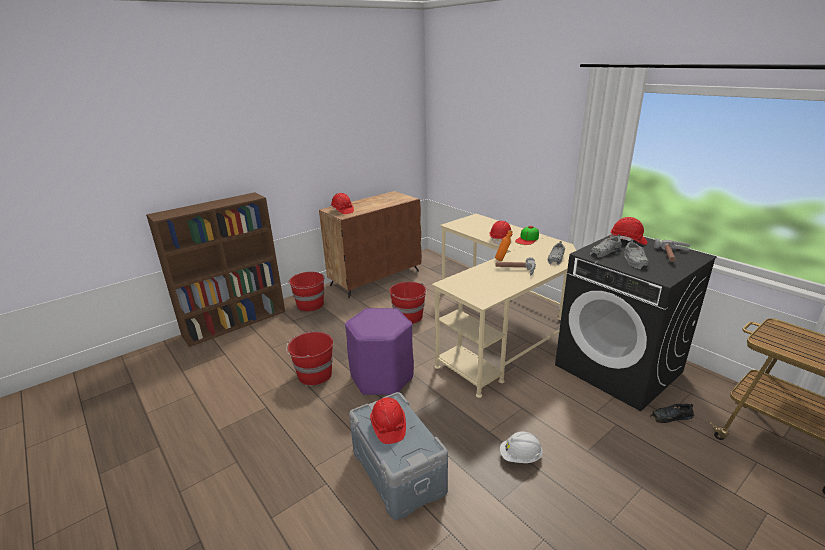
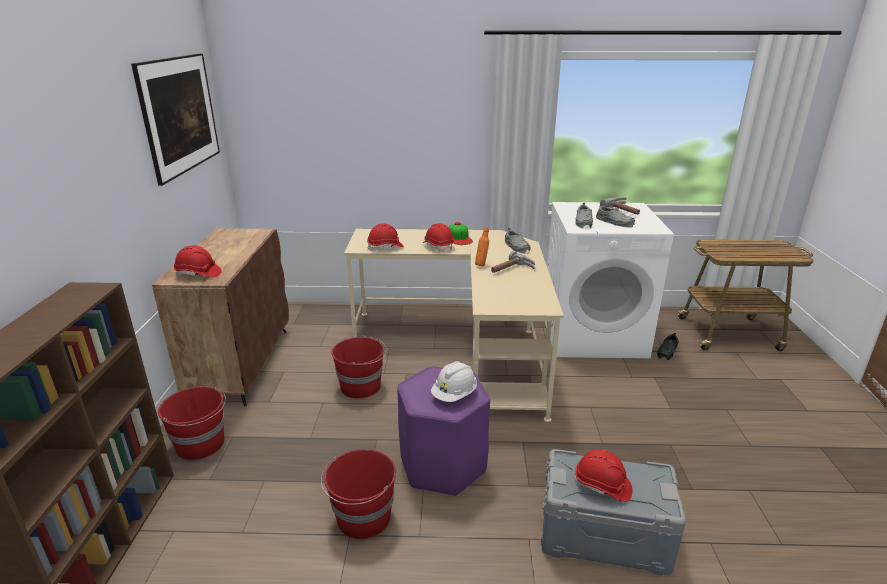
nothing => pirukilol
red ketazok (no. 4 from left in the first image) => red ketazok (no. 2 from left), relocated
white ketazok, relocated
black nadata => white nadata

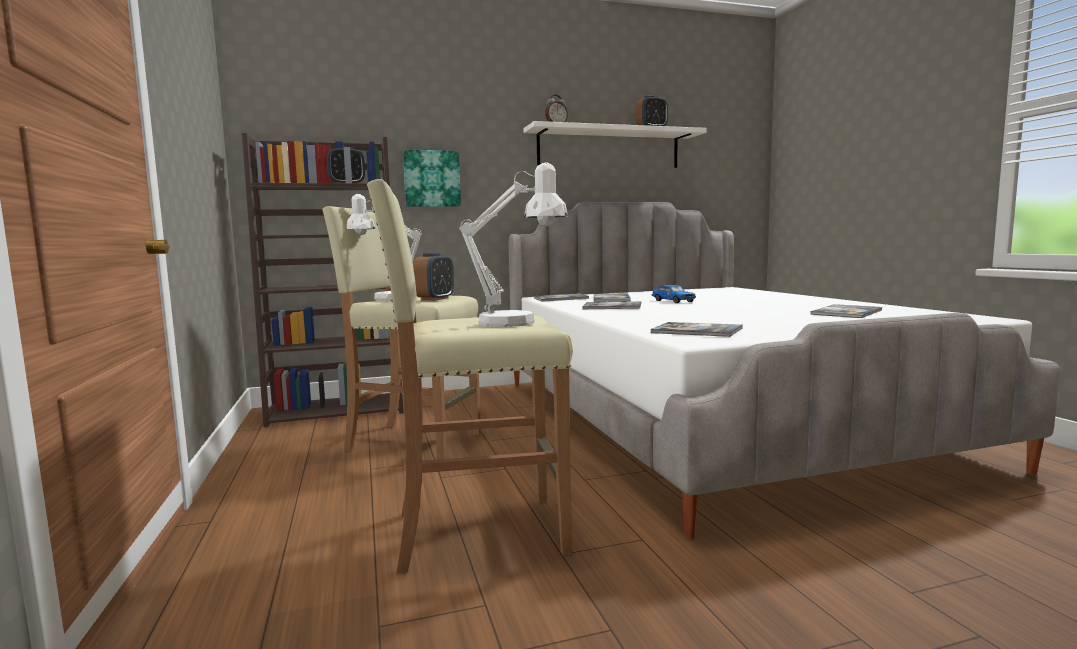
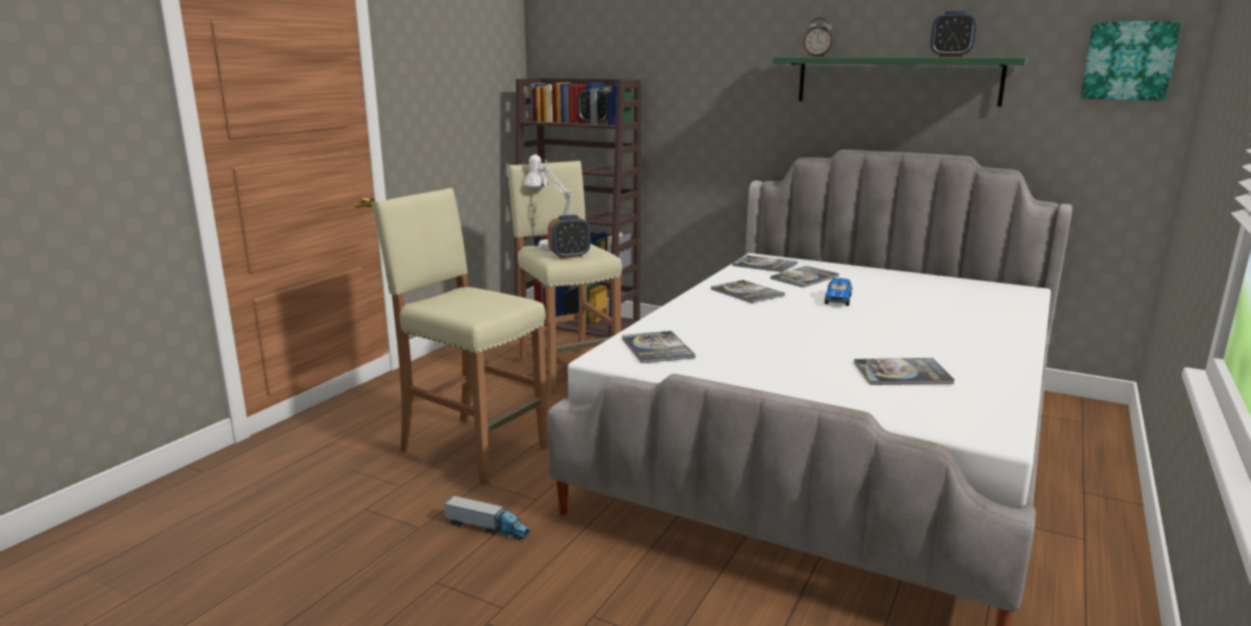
nothing => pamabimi
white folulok => green folulok
pirukilol, relocated
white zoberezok (no. 2 from left) => nothing

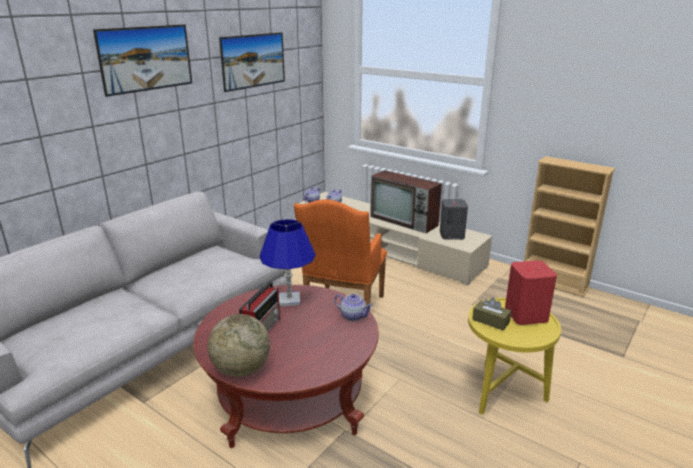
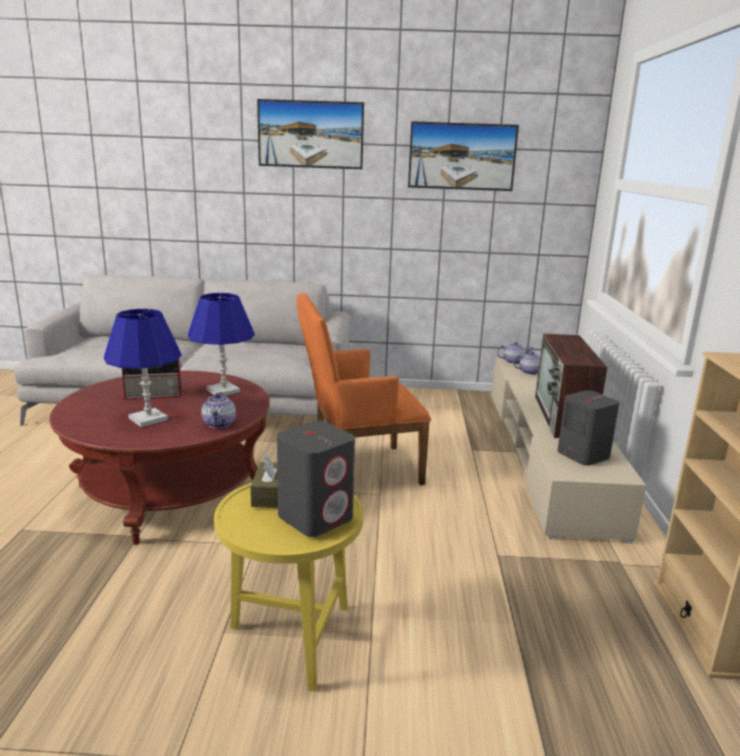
nothing => blue zoberezok (no. 1 from left)
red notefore => grey notefore (no. 1 from left)
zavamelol => nothing

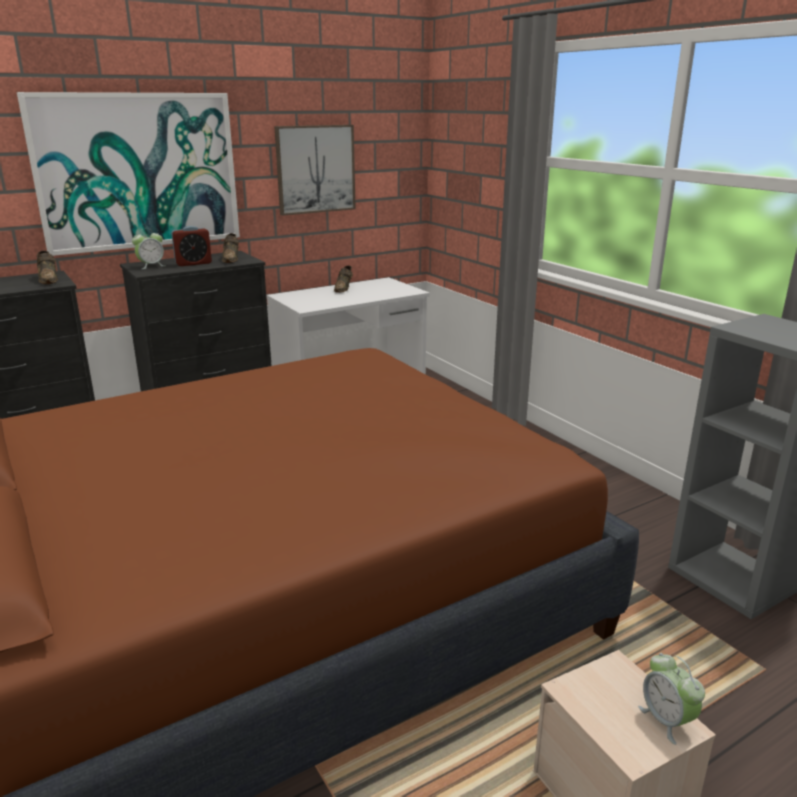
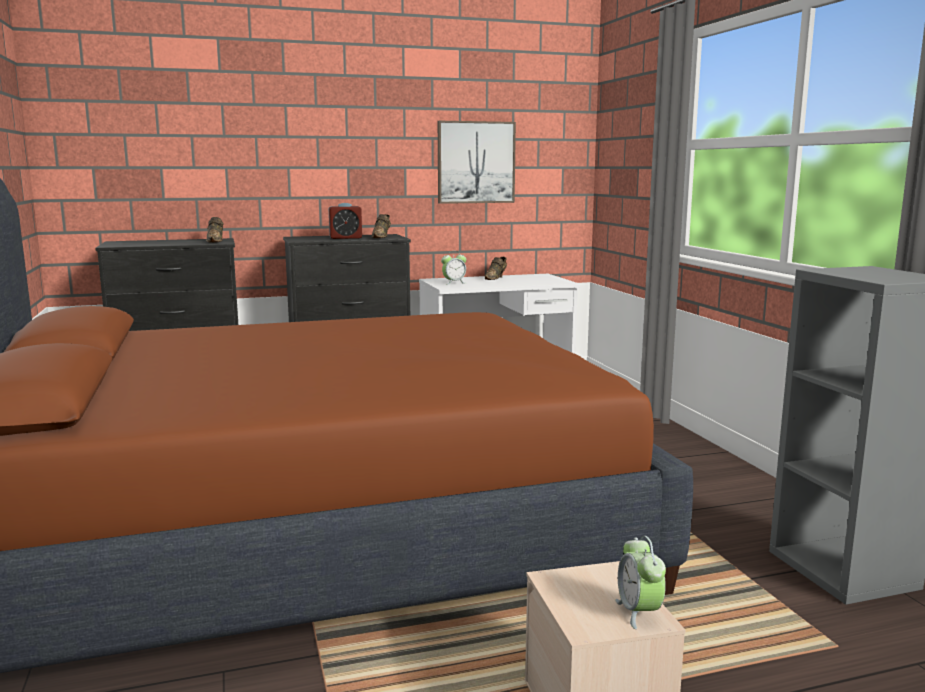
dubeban (no. 1 from left in the first image) => dubeban (no. 2 from left), relocated
pirukilol (no. 1 from left) => nothing

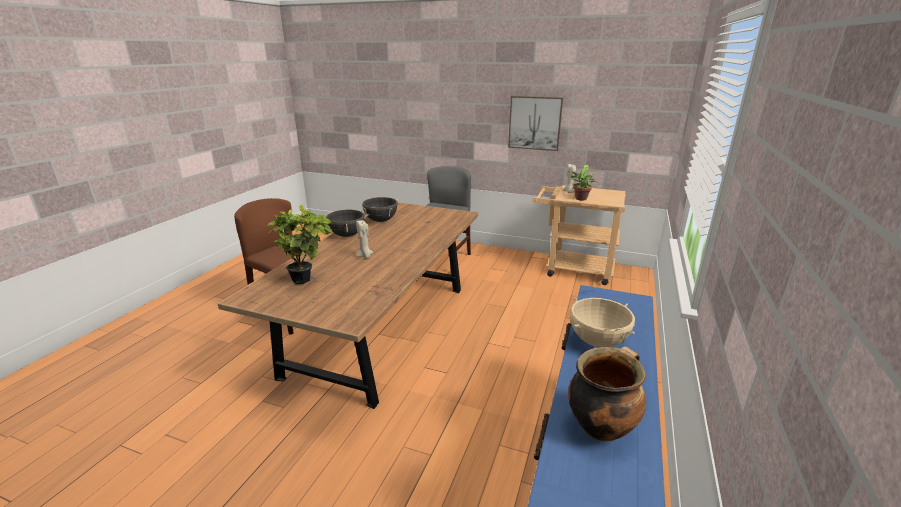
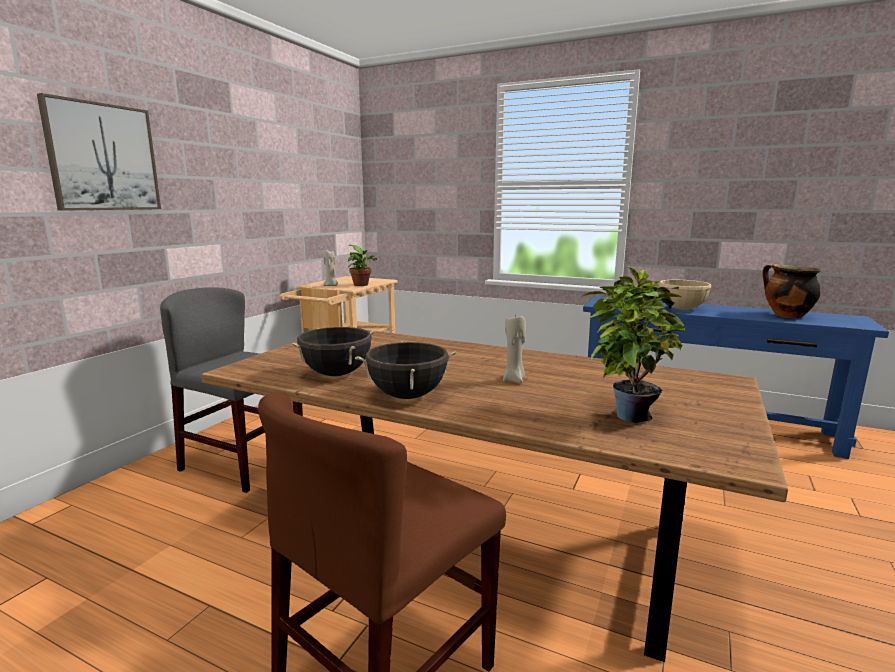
pirukilol, relocated

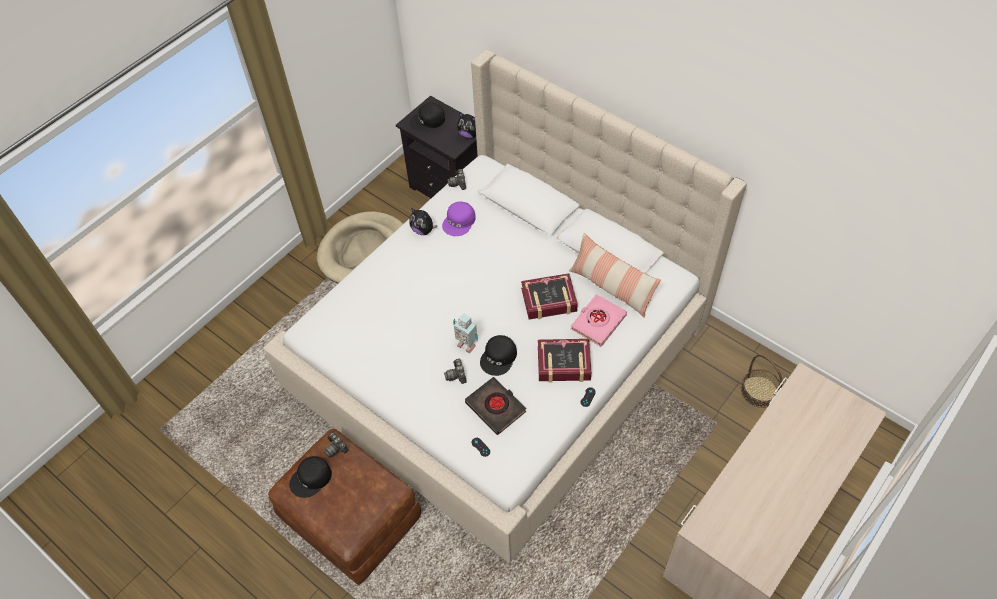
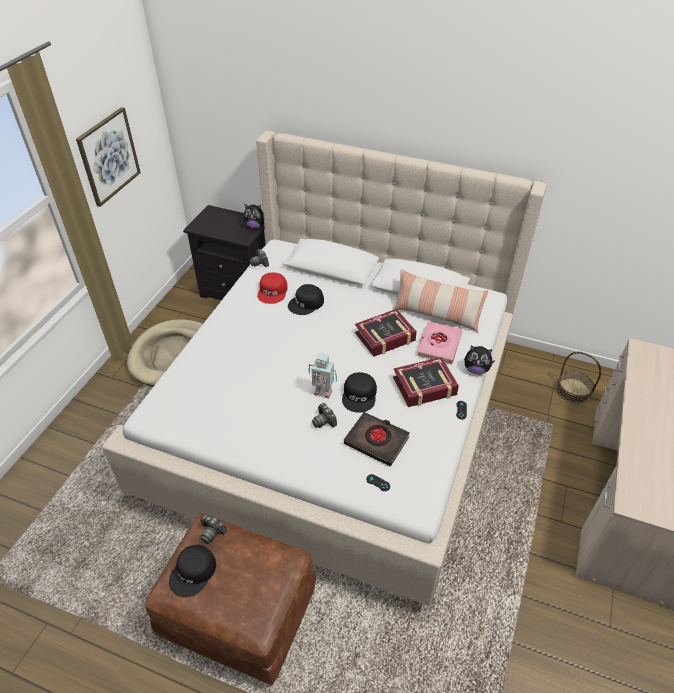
nothing => pirukilol
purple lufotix => red lufotix
black lufotix (no. 2 from left), relocated
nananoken (no. 1 from left in the first image) => nananoken (no. 2 from left), relocated

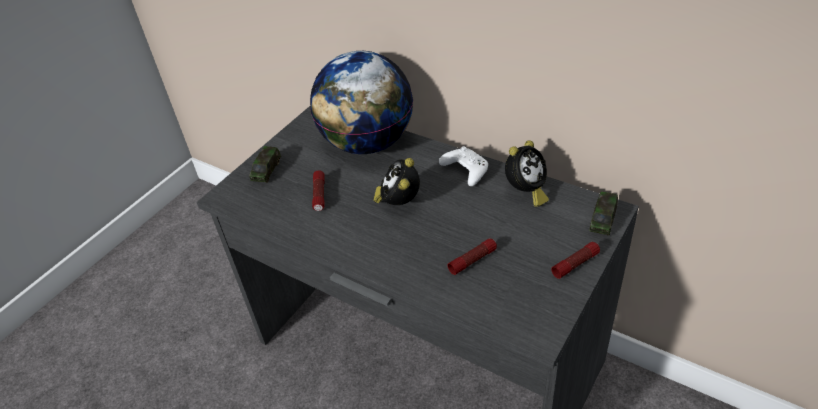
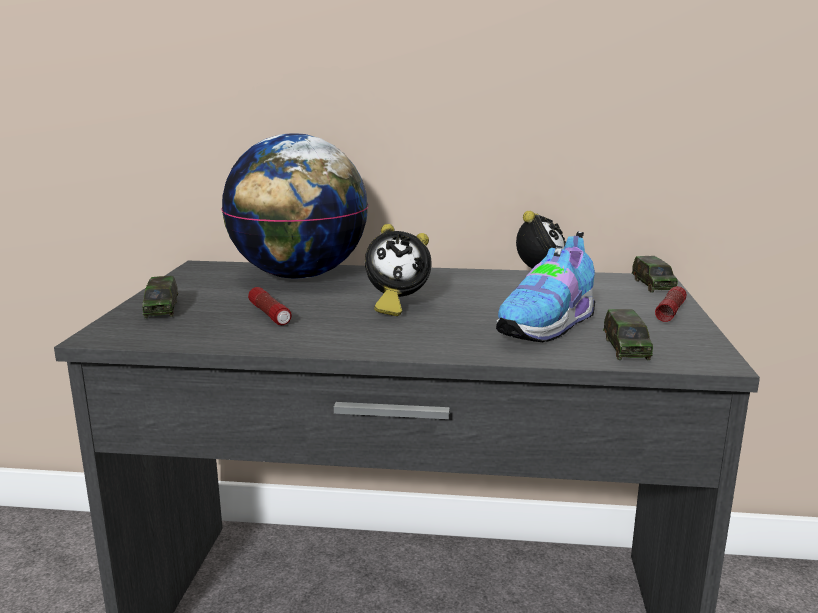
dubeban (no. 1 from left), 75 degrees counterclockwise
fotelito (no. 2 from left) => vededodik
nothing => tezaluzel (no. 2 from left)
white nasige => nothing

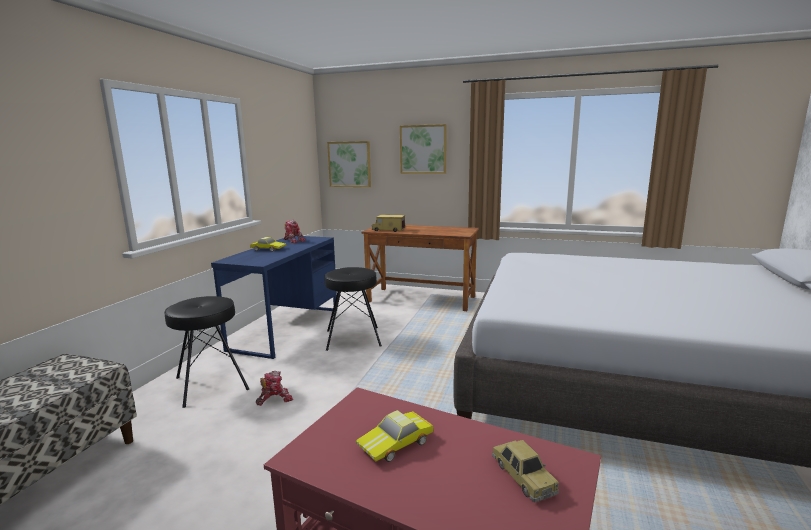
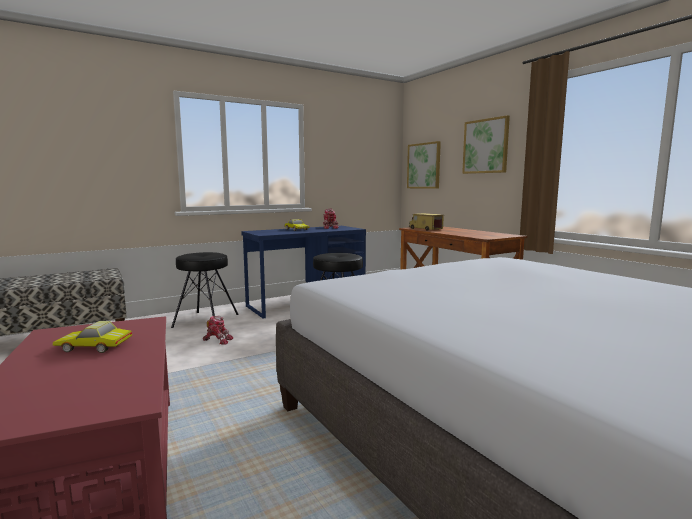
tezaluzel (no. 3 from left) => nothing

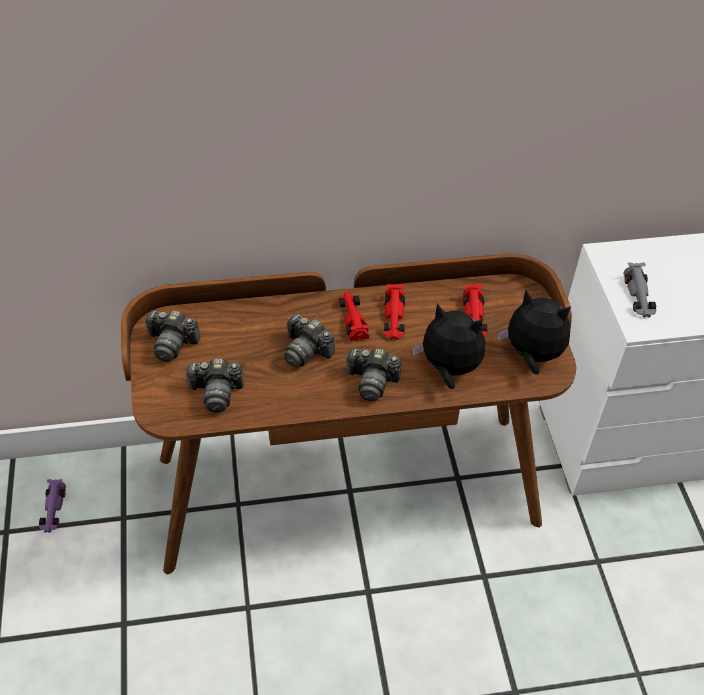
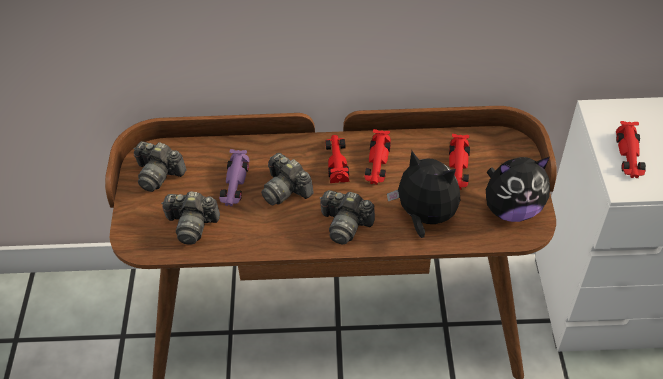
purple tezaluzel, relocated
nananoken (no. 2 from left), 135 degrees clockwise
grey tezaluzel => red tezaluzel (no. 4 from left)

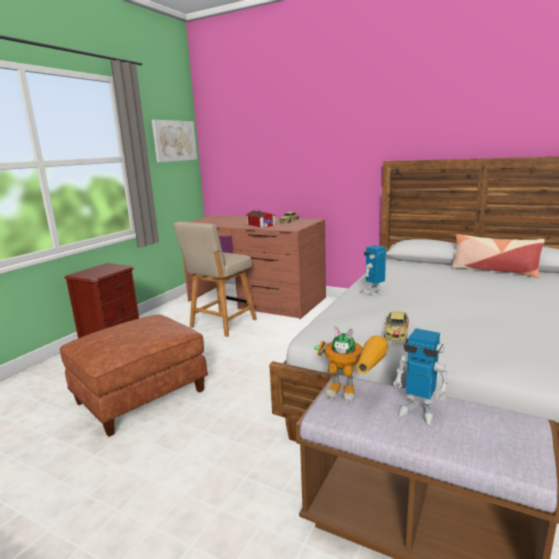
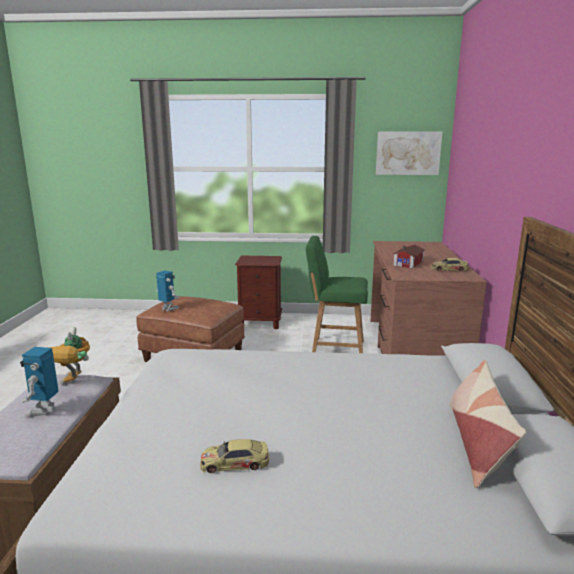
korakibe (no. 2 from left in the first image) => korakibe (no. 3 from left), relocated
tezaluzel (no. 2 from left in the first image) => tezaluzel (no. 1 from left), relocated
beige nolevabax => green nolevabax

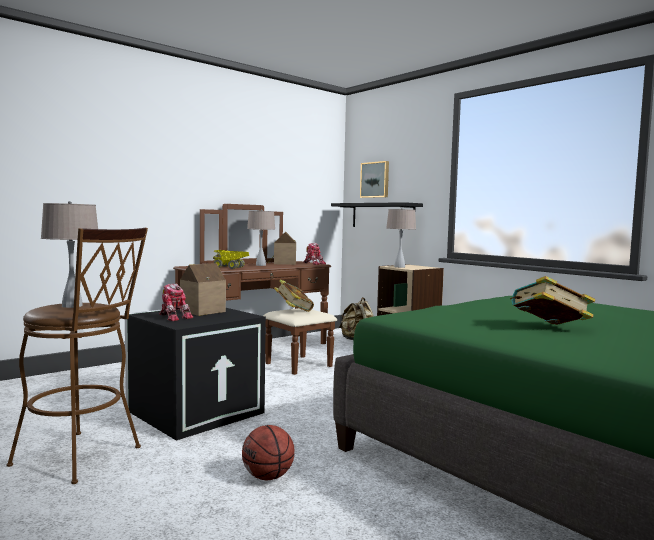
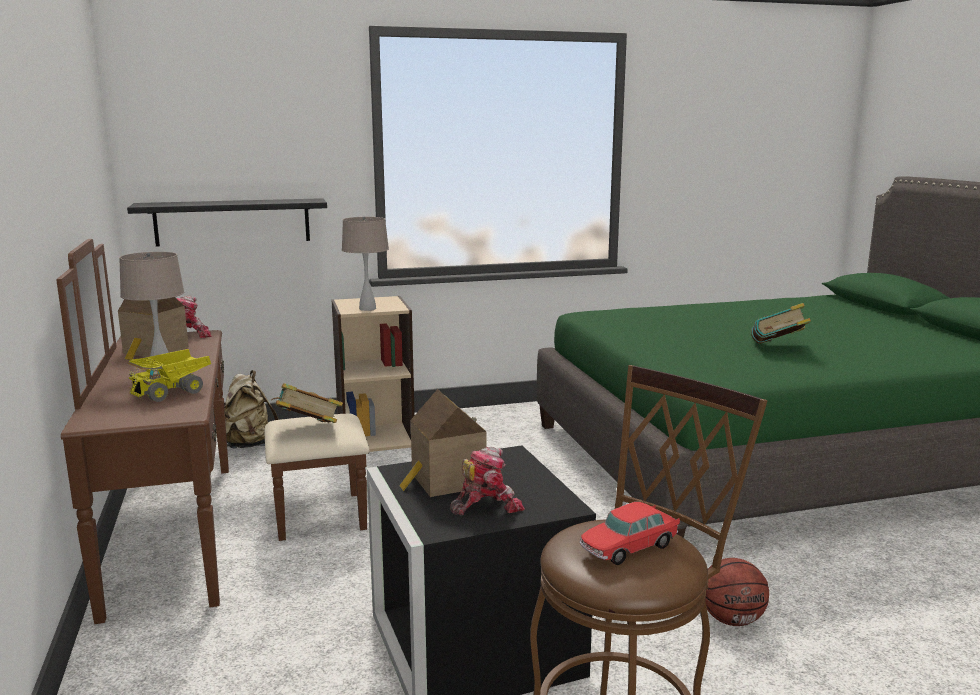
beige zoberezok (no. 1 from left) => tezaluzel
pirukilol => nothing

